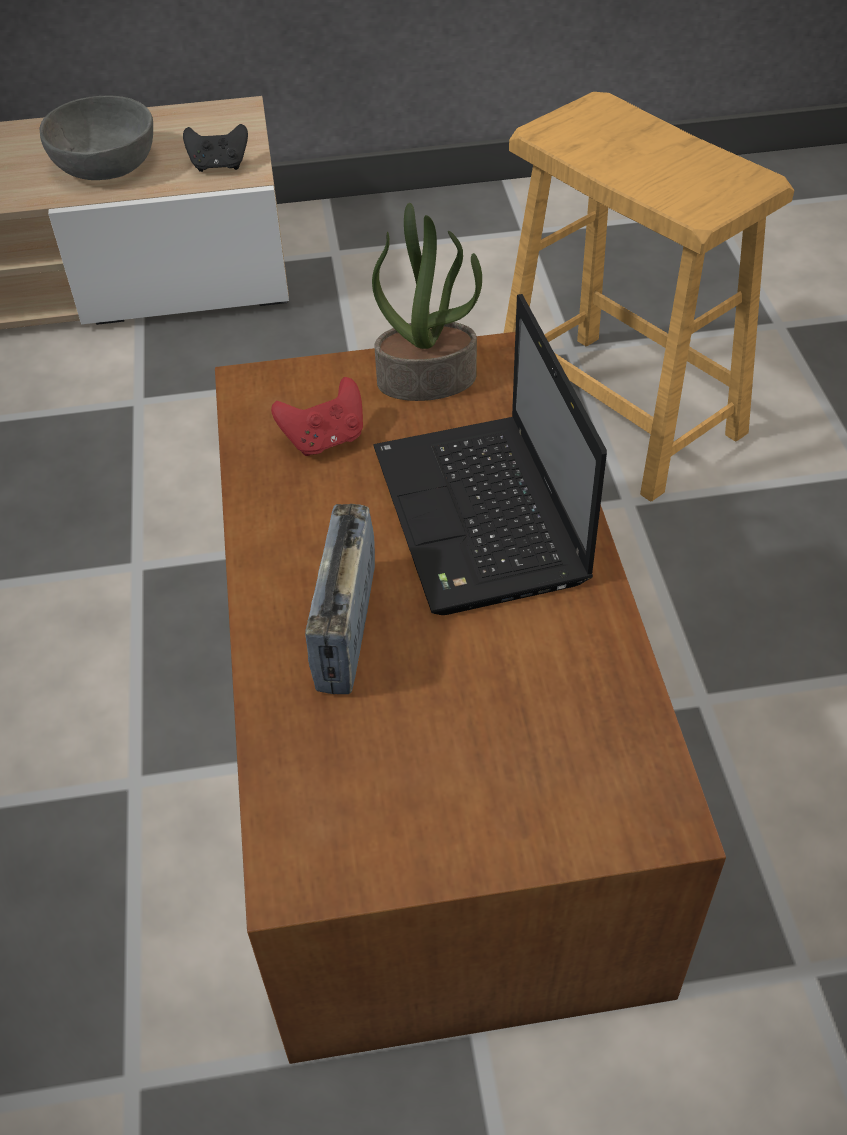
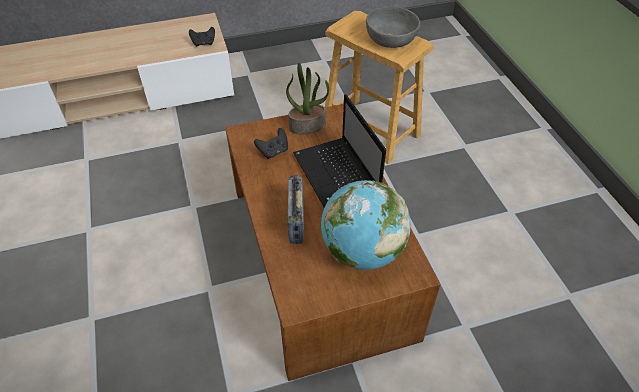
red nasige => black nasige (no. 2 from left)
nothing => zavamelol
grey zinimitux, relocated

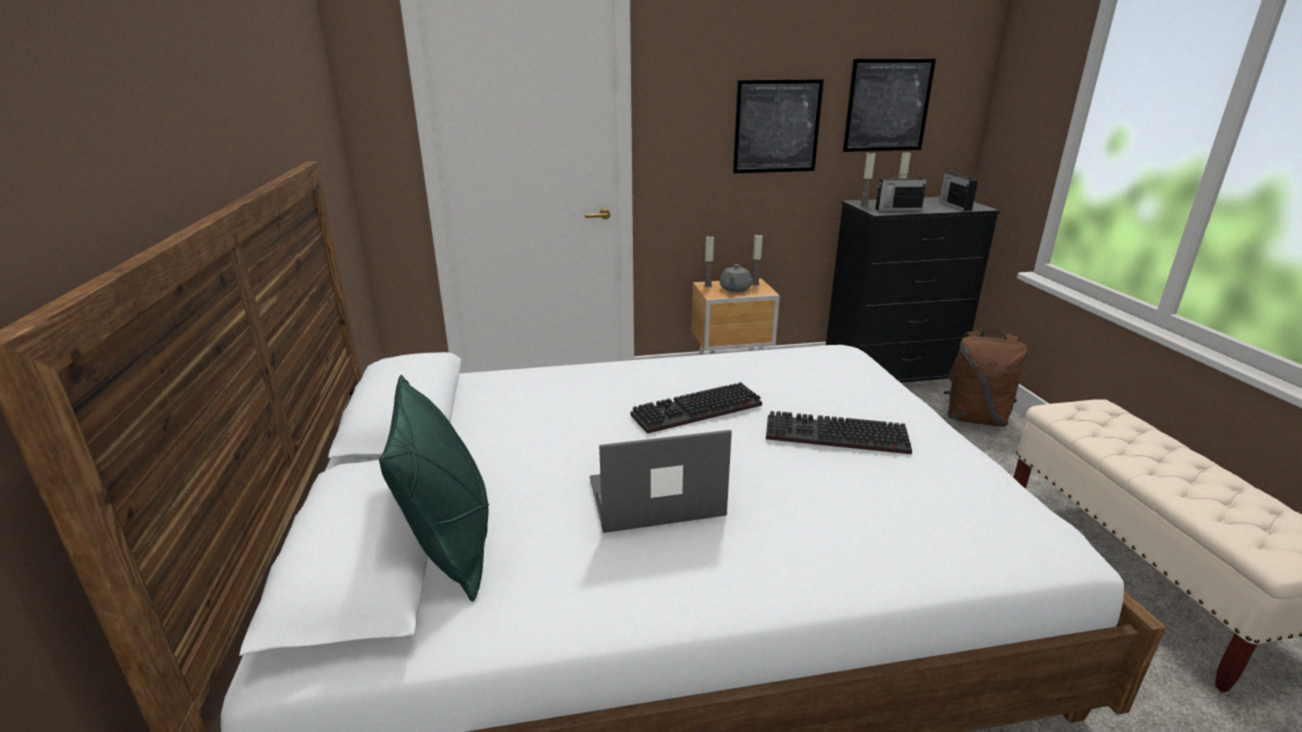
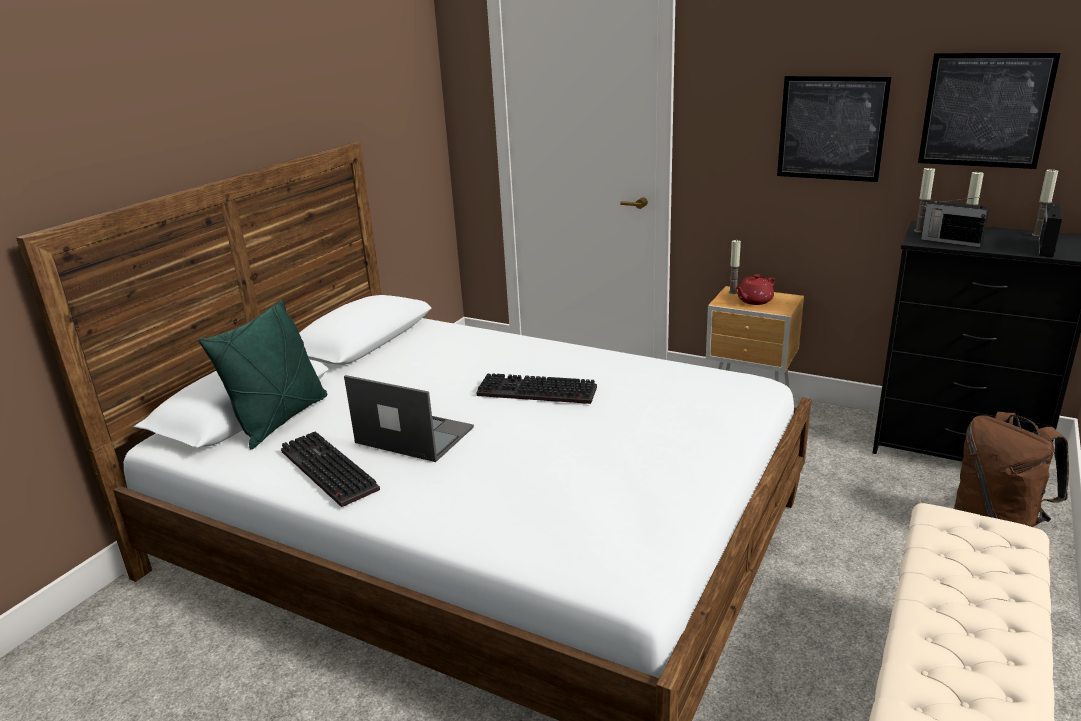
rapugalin (no. 2 from left in the first image) => rapugalin (no. 1 from left), relocated
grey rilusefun => red rilusefun
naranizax (no. 2 from left in the first image) => naranizax (no. 4 from left), relocated

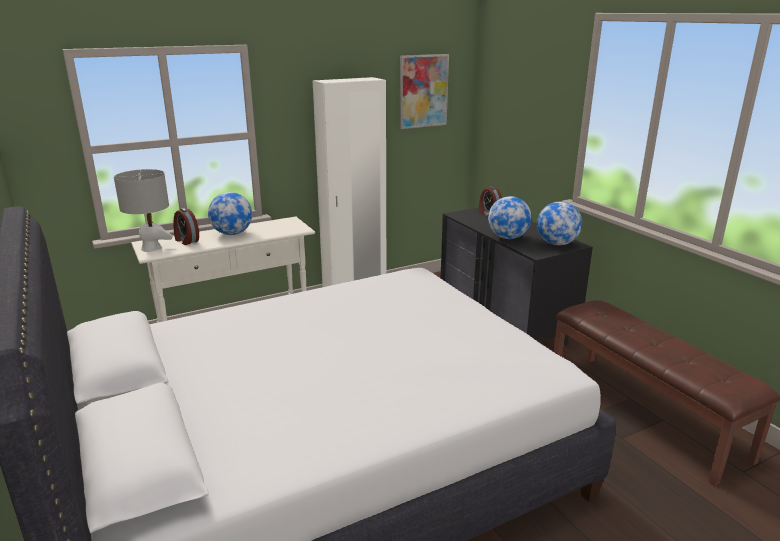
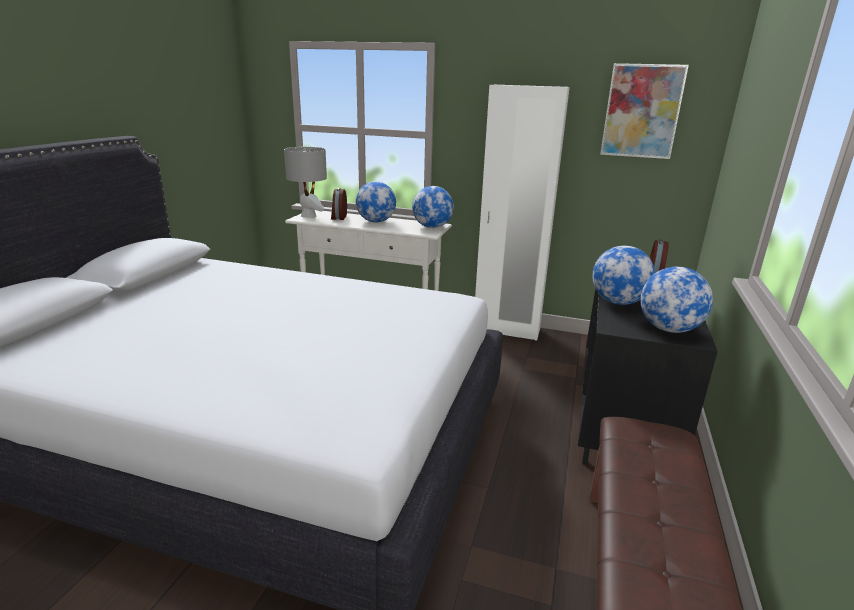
nothing => zavamelol (no. 2 from left)

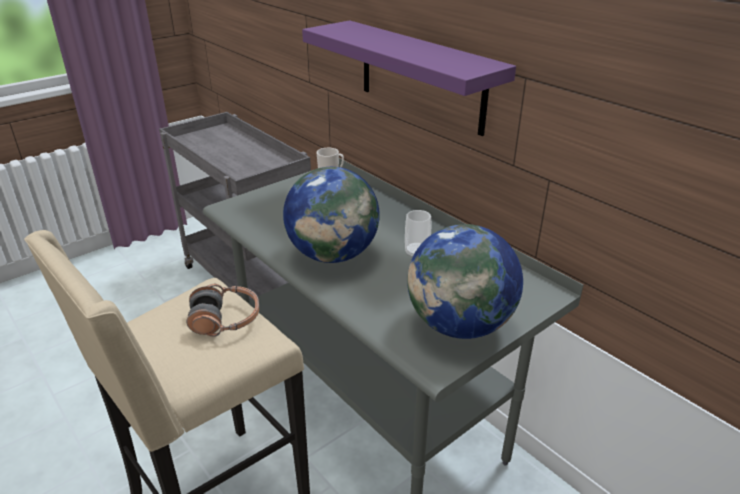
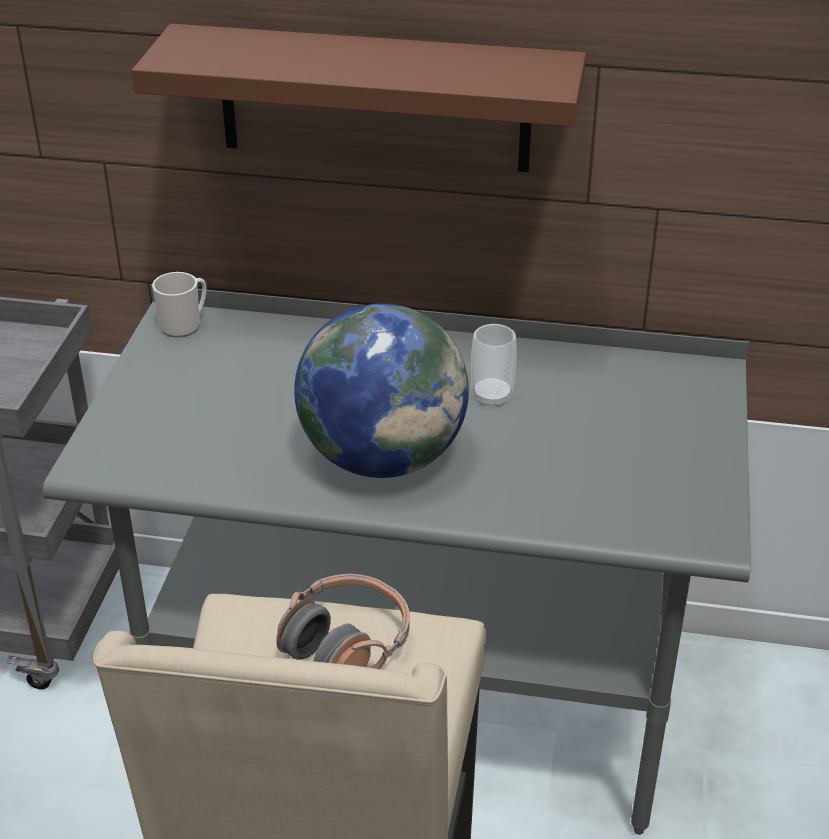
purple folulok => brown folulok
zavamelol (no. 2 from left) => nothing

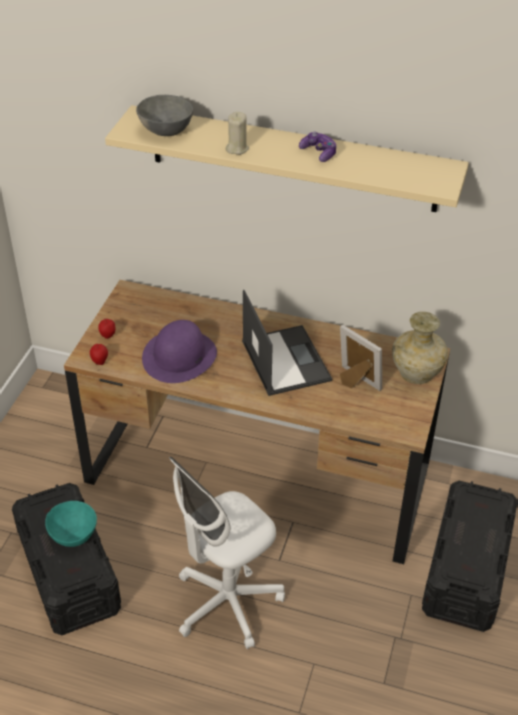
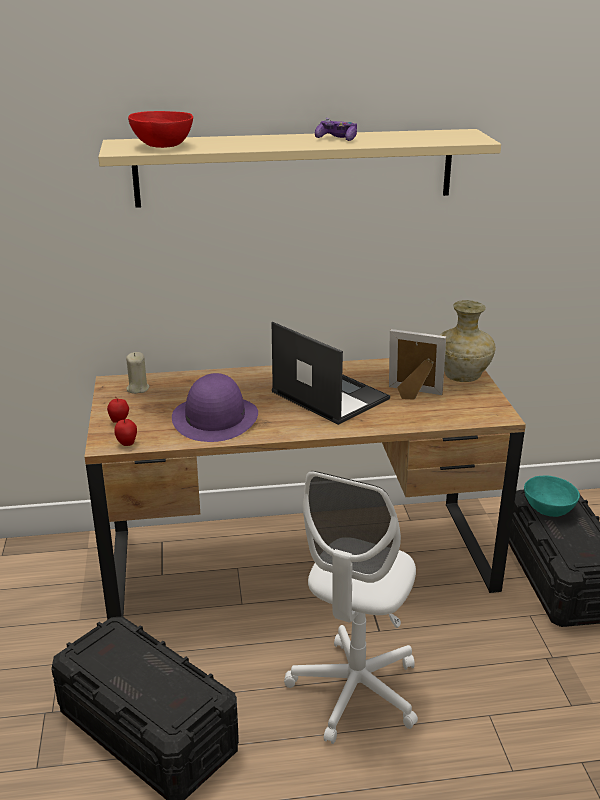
beige naranizax, relocated
grey zinimitux => red zinimitux
turquoise zinimitux, relocated

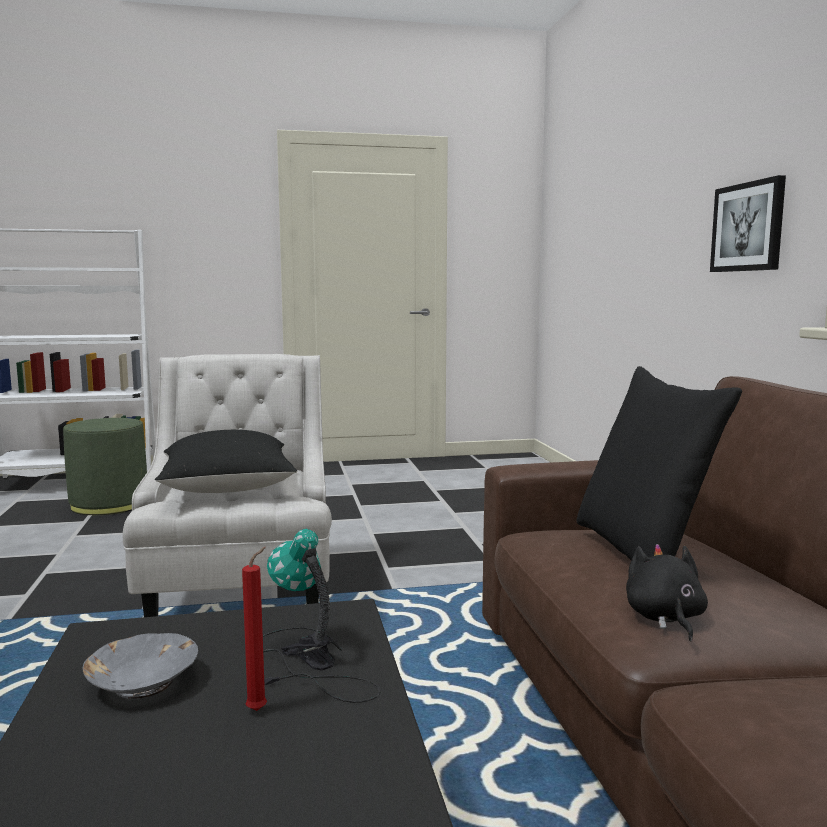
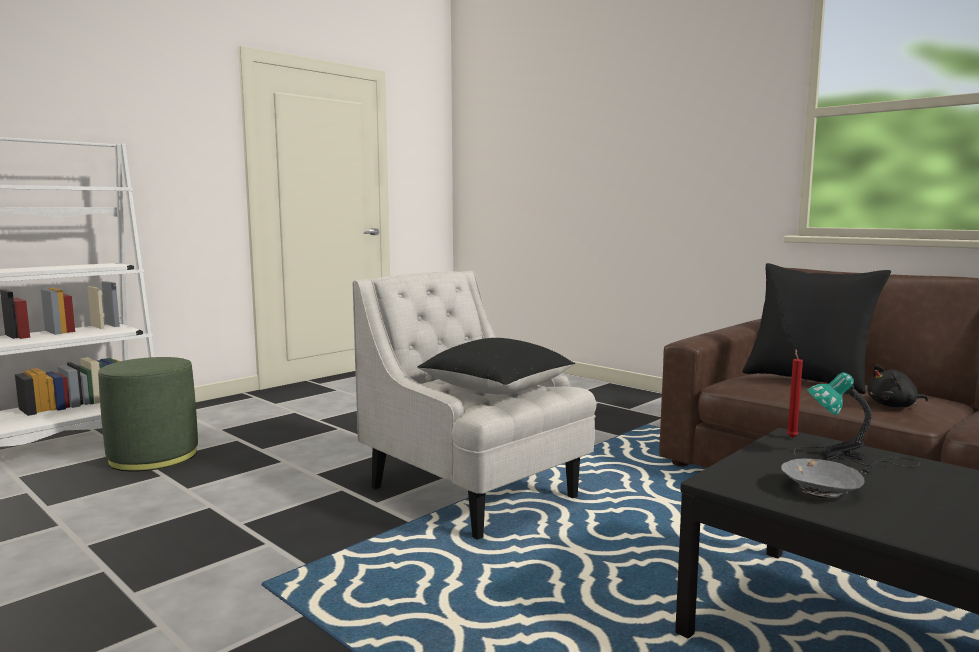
red naranizax, relocated
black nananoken, 60 degrees counterclockwise
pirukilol => nothing

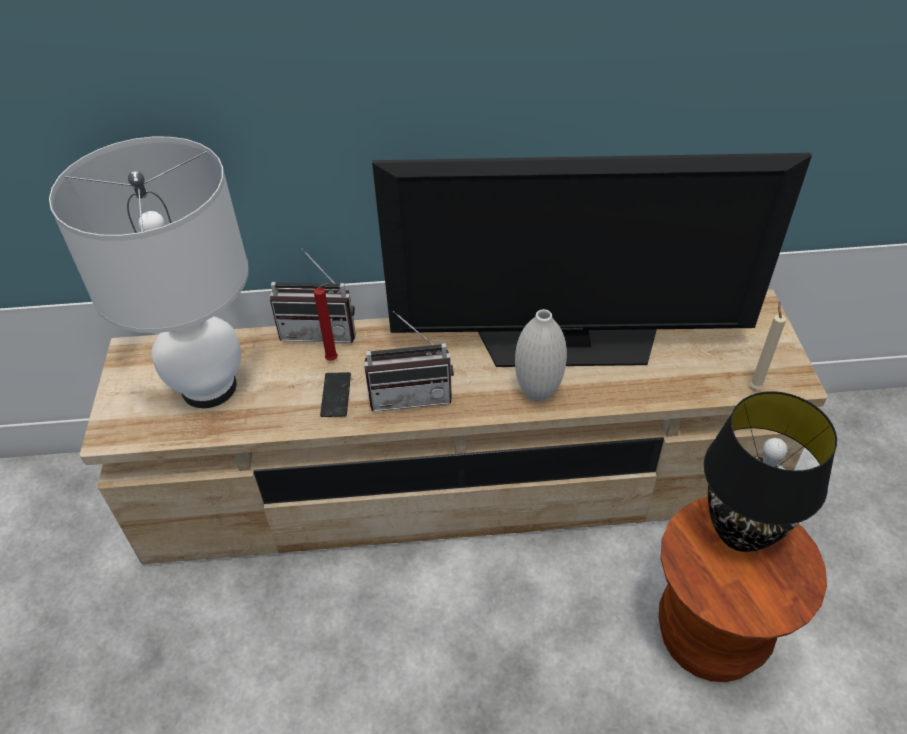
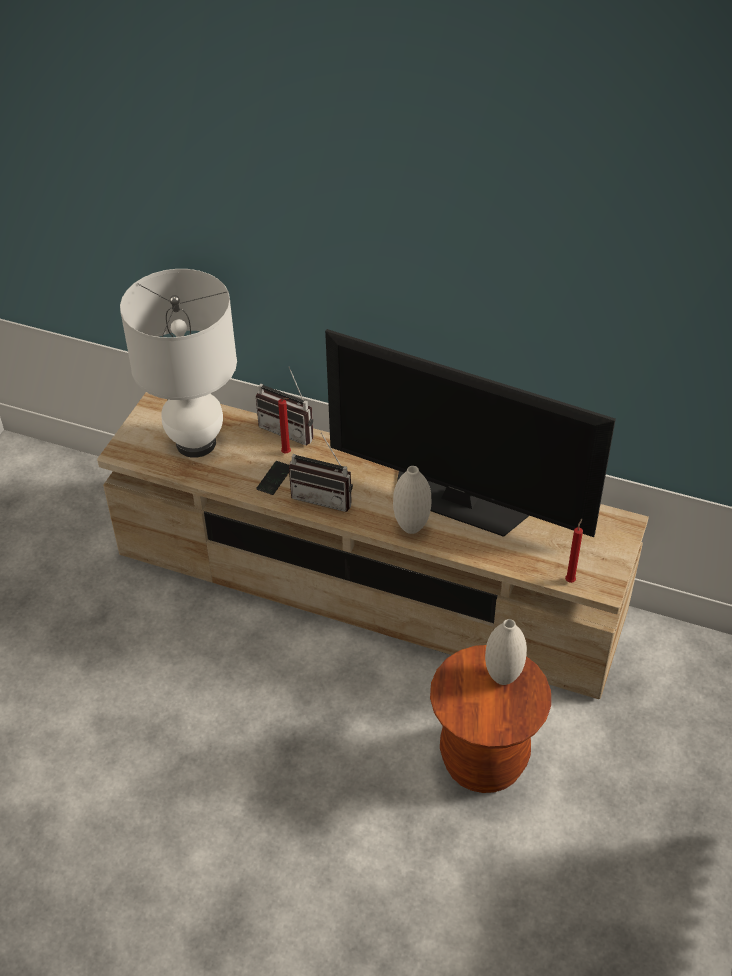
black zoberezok => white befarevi (no. 2 from left)
beige naranizax => red naranizax (no. 2 from left)

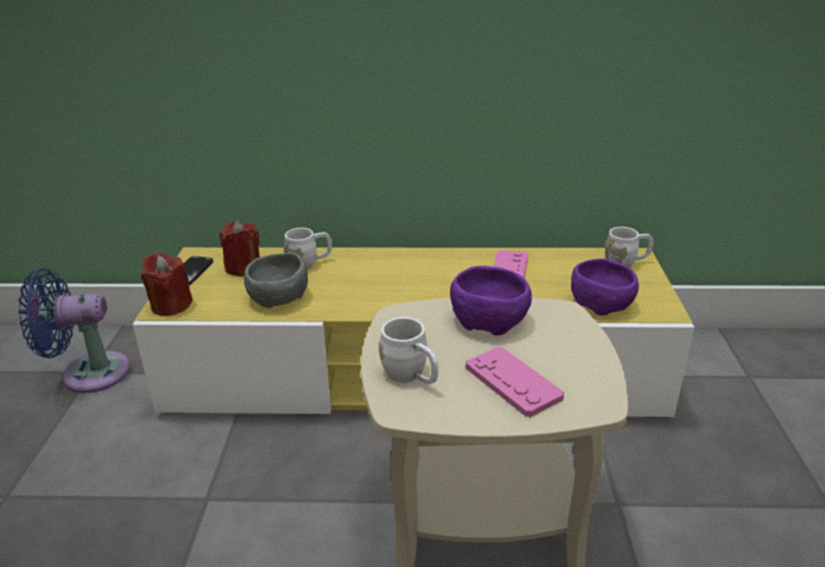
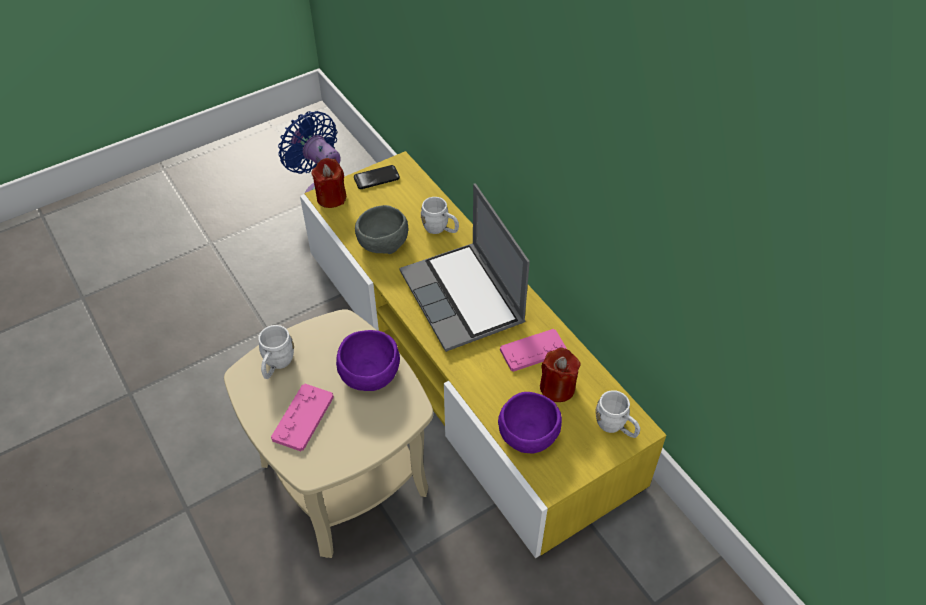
nothing => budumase
red naranizax (no. 2 from left), relocated

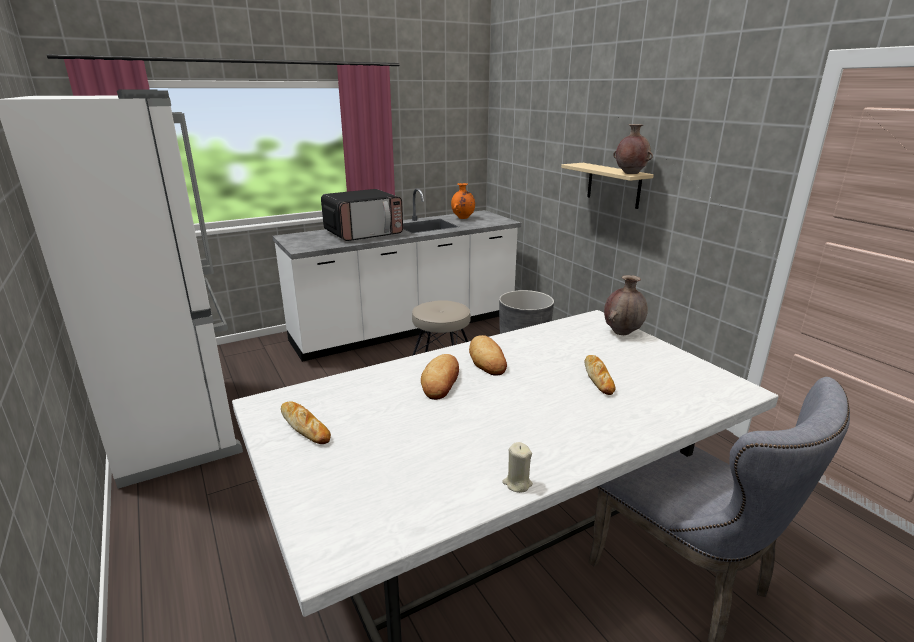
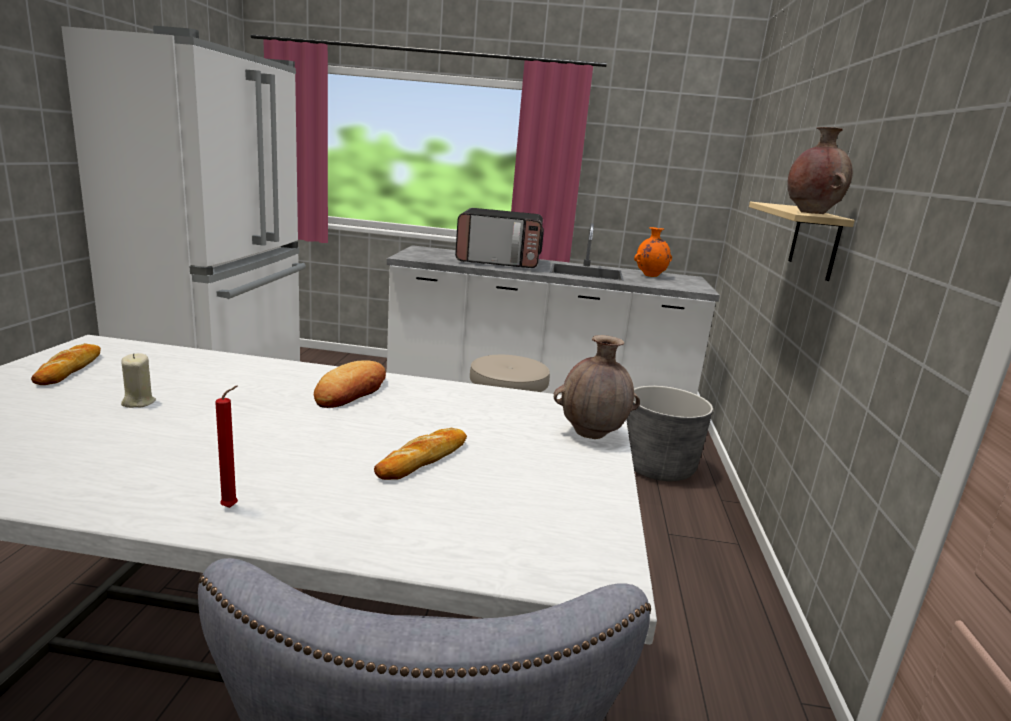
beige naranizax, relocated
nothing => red naranizax
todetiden (no. 2 from left) => nothing

